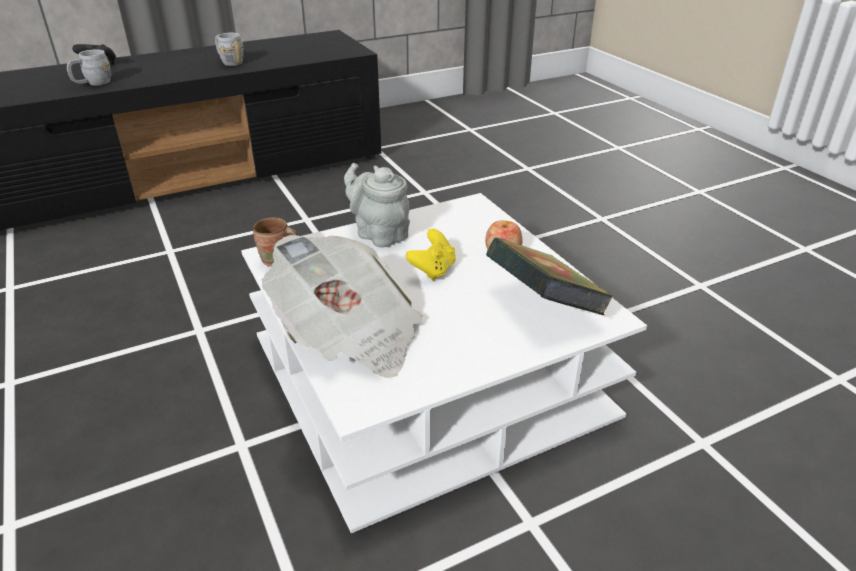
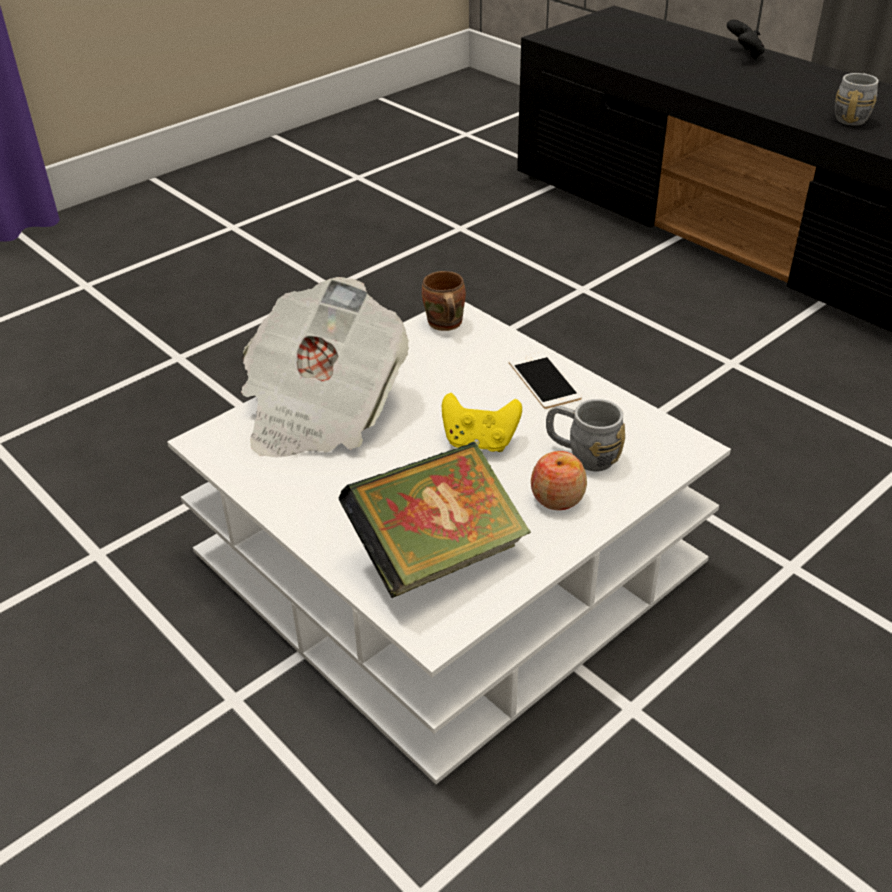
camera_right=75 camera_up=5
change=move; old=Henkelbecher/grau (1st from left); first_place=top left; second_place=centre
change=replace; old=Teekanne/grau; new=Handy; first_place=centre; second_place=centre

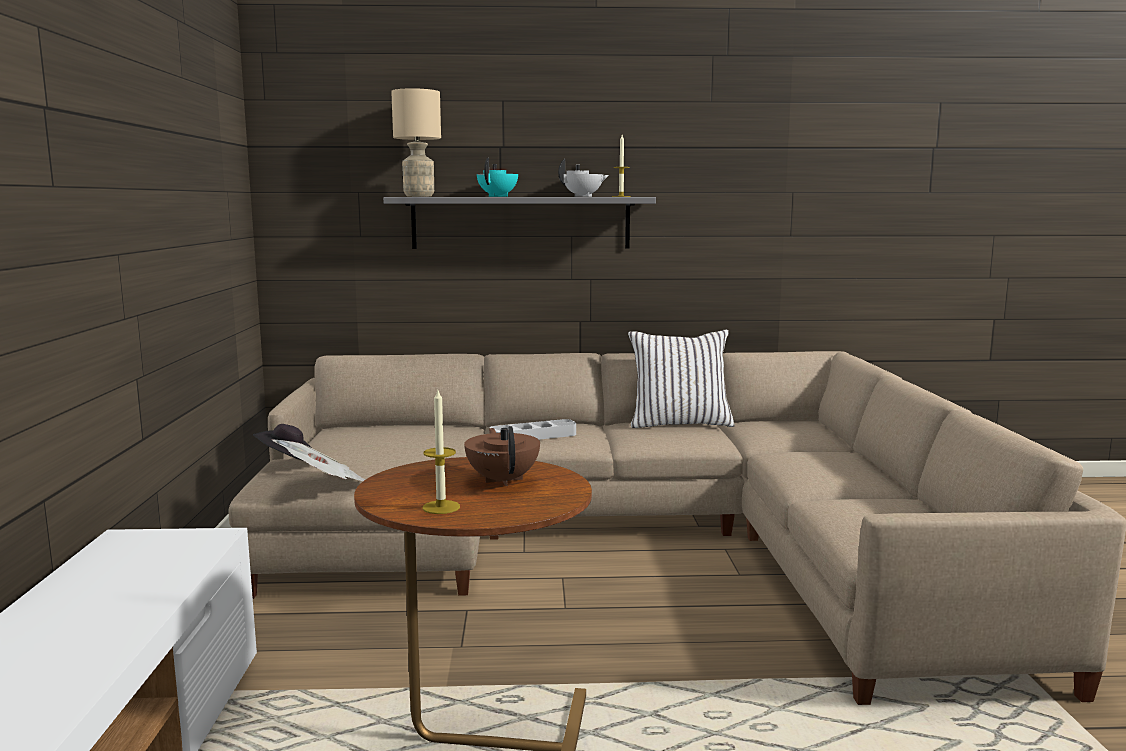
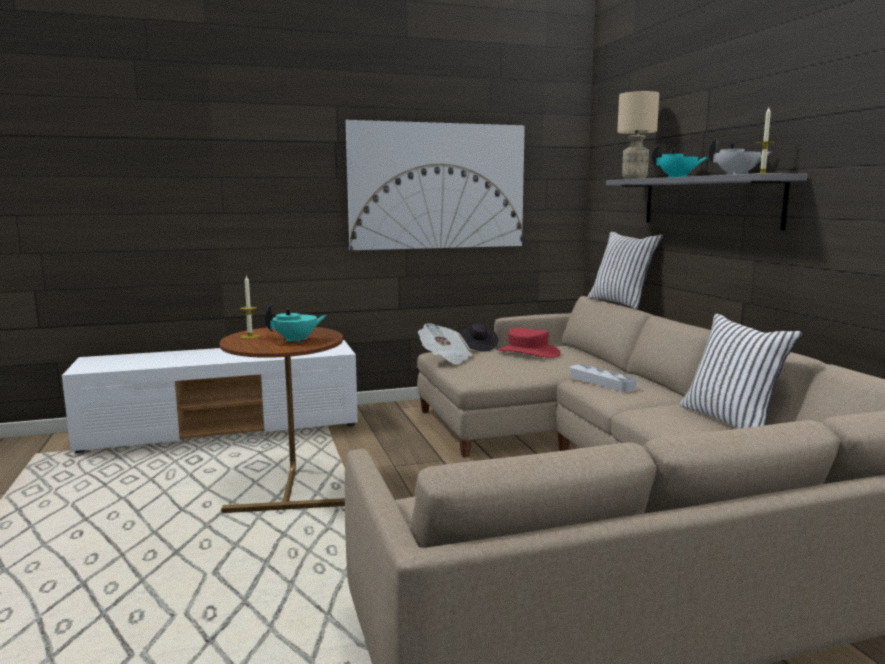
camera_right=75 camera_up=0
change=insert; new=Bild; second_place=top centre
change=insert; new=Hut/rot; second_place=centre
change=insert; new=Kissen/weiß (1st from left); second_place=middle right
change=recolor; old=Teekanne/braun; new=Teekanne/türkis (1st from left); first_place=centre; second_place=centre

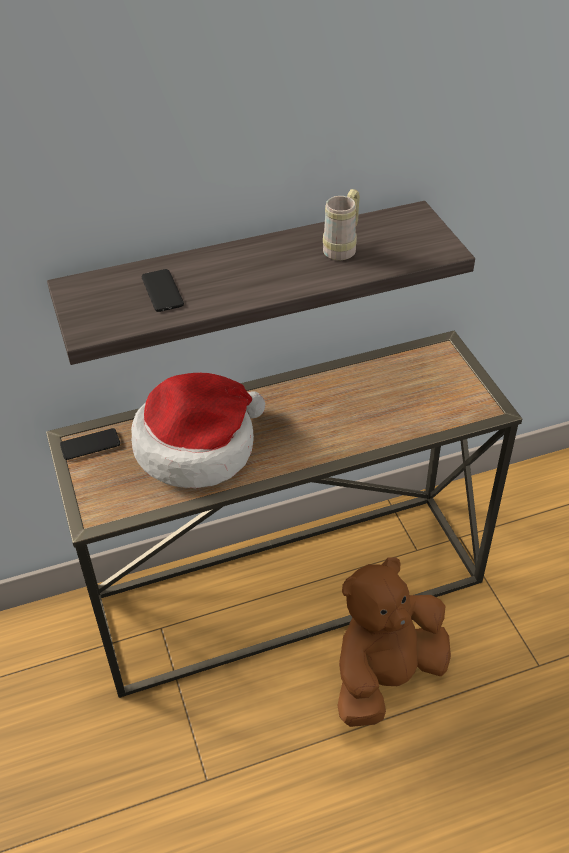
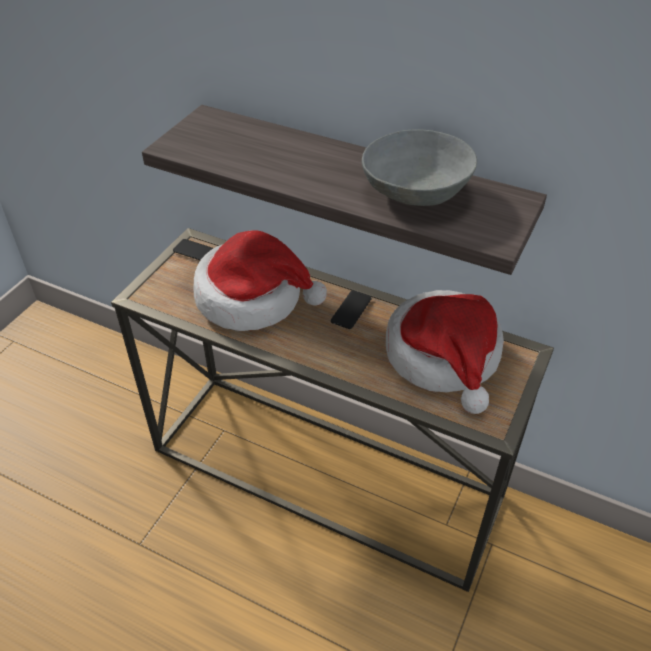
camera_right=45 camera_up=0
change=delete; old=Plüschtier/braun; first_place=bottom right
change=insert; new=Hut (2nd from left); second_place=middle right
change=move; old=Handy (2nd from left); first_place=middle left; second_place=centre
change=replace; old=Henkelbecher/beige; new=Schüssel/grau; first_place=top centre; second_place=top centre

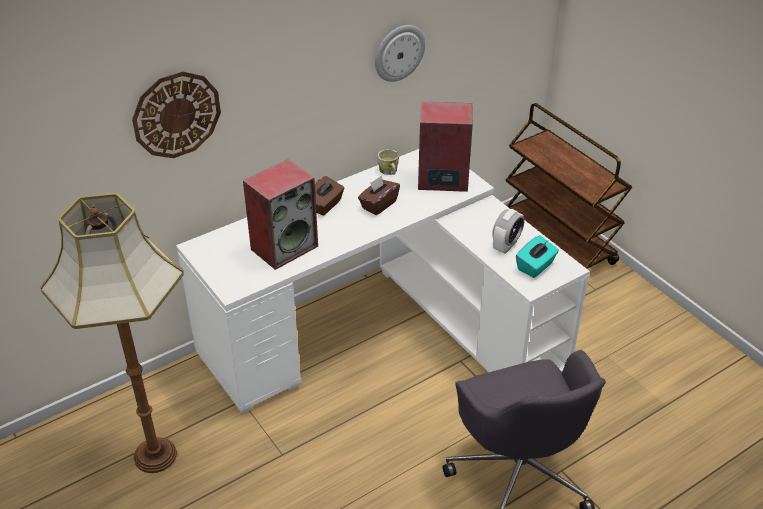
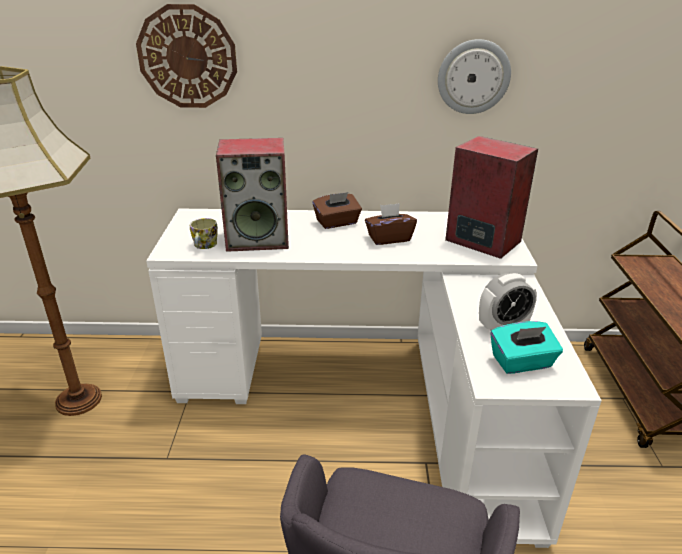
camera_right=35 camera_up=-10
change=move; old=Henkelbecher; first_place=top centre; second_place=middle left

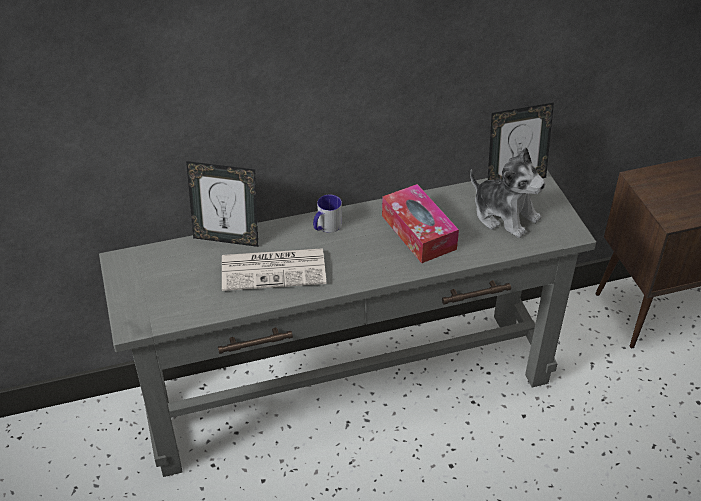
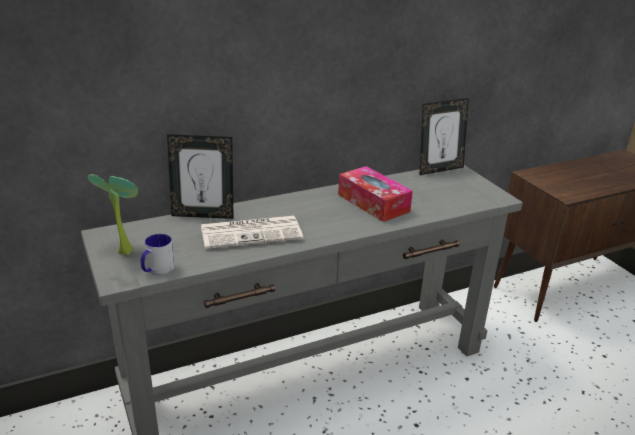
camera_right=-10 camera_up=-15
change=delete; old=Plüschtier; first_place=middle right
change=insert; new=Topfpflanze; second_place=middle left
change=move; old=Henkelbecher; first_place=centre; second_place=middle left

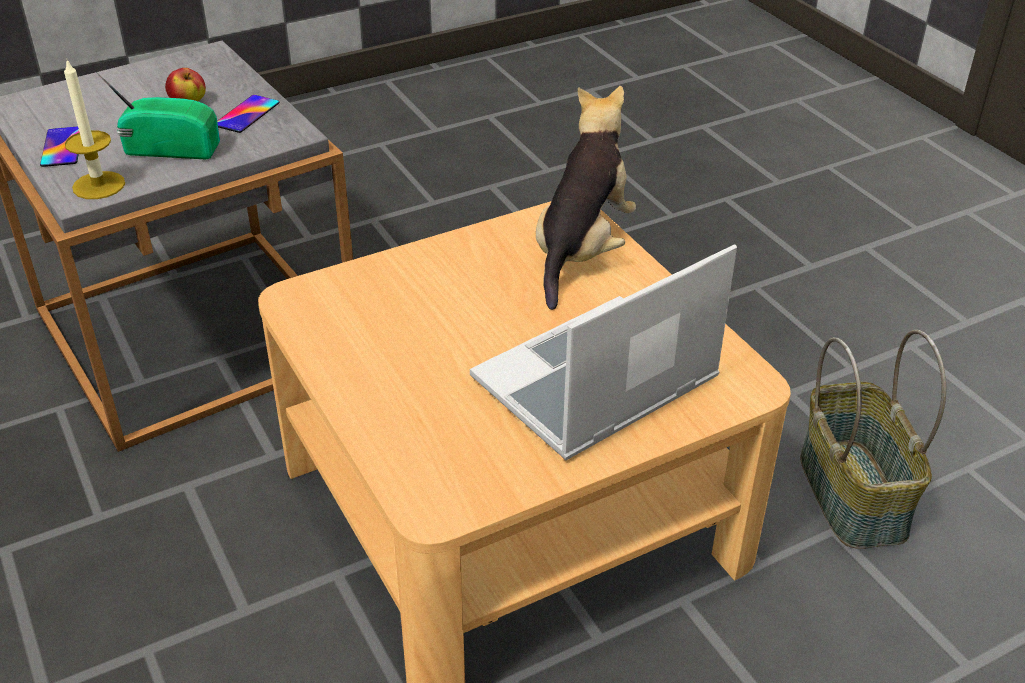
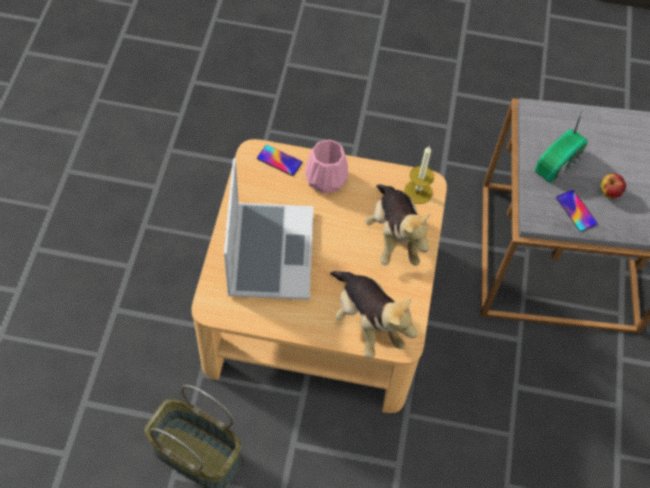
camera_right=125 camera_up=20
change=insert; new=Vase/rosa; second_place=centre
change=insert; new=Plüschtier (2nd from left); second_place=centre
change=move; old=Handy (1st from left); first_place=top left; second_place=top centre
change=move; old=Kerze; first_place=top left; second_place=centre

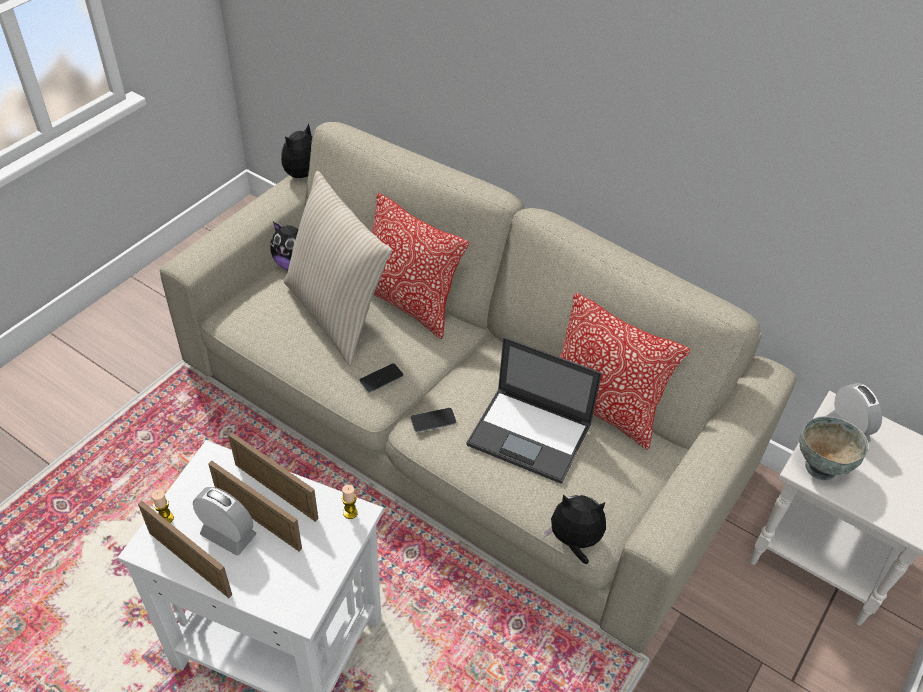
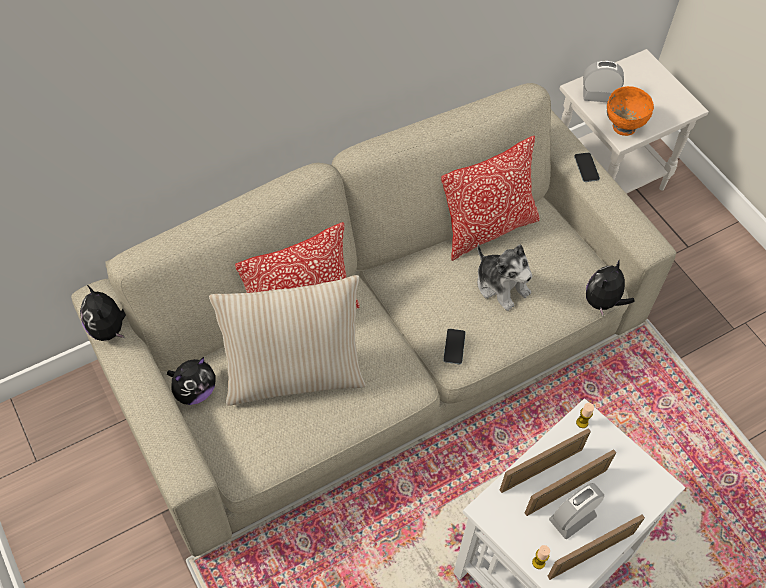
camera_right=-65 camera_up=10
change=move; old=Handy (1st from left in the first image); new=Handy (2nd from left); first_place=centre; second_place=top right
change=replace; old=Laptop; new=Plüschtier (3rd from left); first_place=centre; second_place=centre
change=recolor; old=Schüssel/grau; new=Schüssel/orange; first_place=middle right; second_place=top right

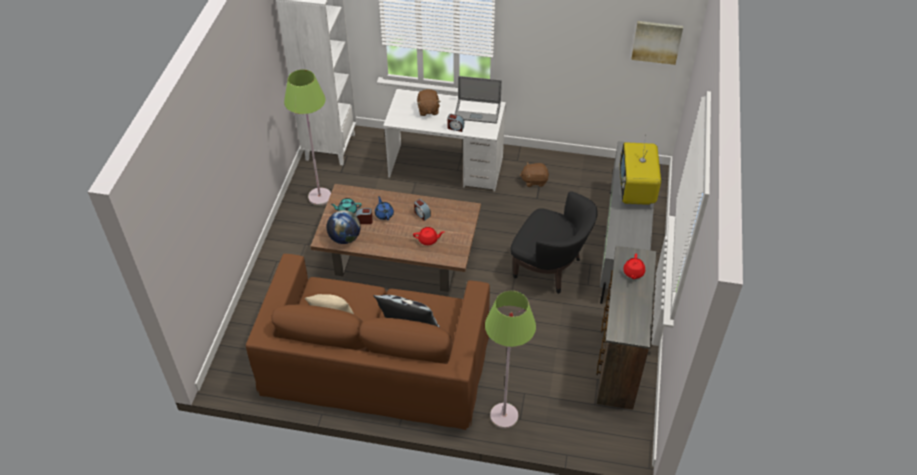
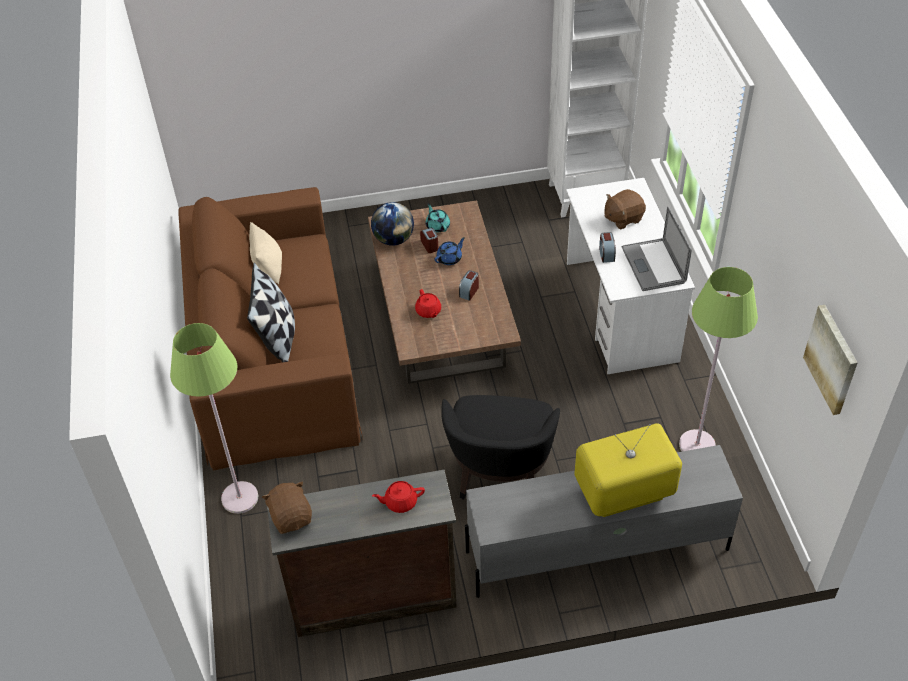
camera_right=70 camera_up=0
change=move; old=Stehlampe/grün (1st from left in the first image); new=Stehlampe/grün (2nd from left); first_place=top centre; second_place=middle right
change=move; old=Plüschtier/braun (2nd from left in the first image); new=Plüschtier/braun (1st from left); first_place=centre; second_place=bottom left

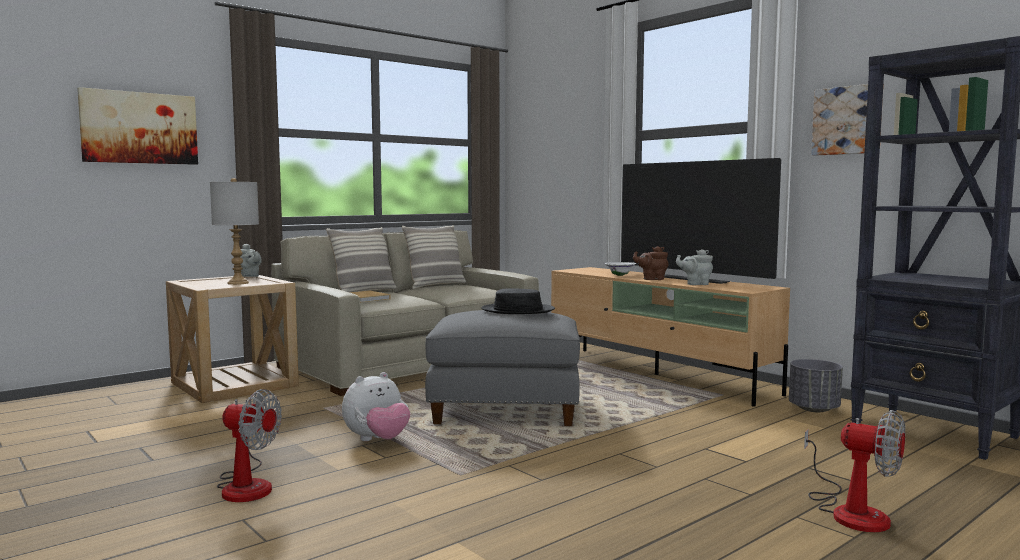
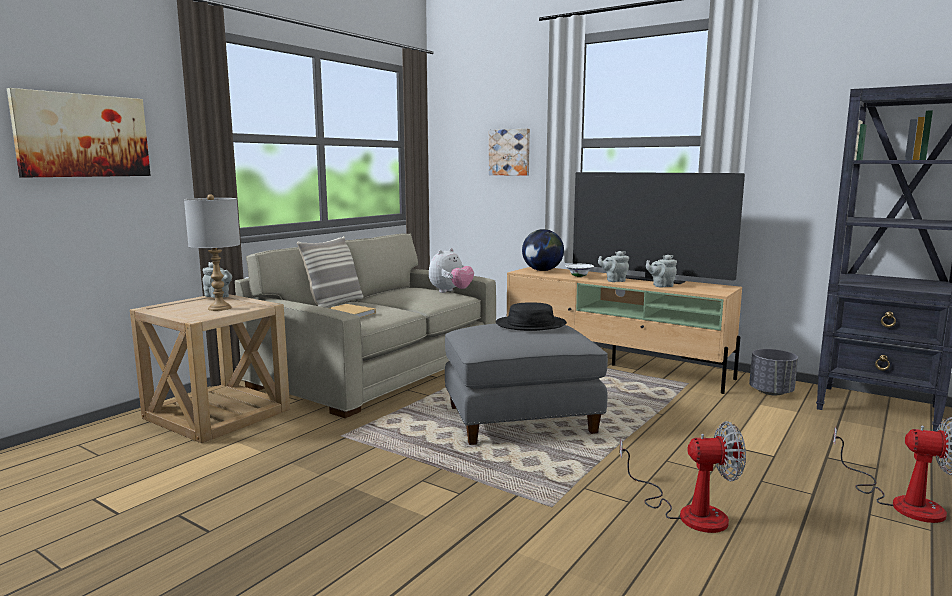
camera_right=-15 camera_up=5
change=delete; old=Kissen (2nd from left); first_place=centre
change=insert; new=Globus; second_place=centre
change=move; old=Ventilator (1st from left); first_place=bottom left; second_place=bottom right
change=move; old=Plüschtier; first_place=bottom centre; second_place=centre
change=move; old=Bild (2nd from left); first_place=top right; second_place=top centre
change=recolor; old=Teekanne/braun; new=Teekanne/grau (2nd from left); first_place=centre; second_place=centre

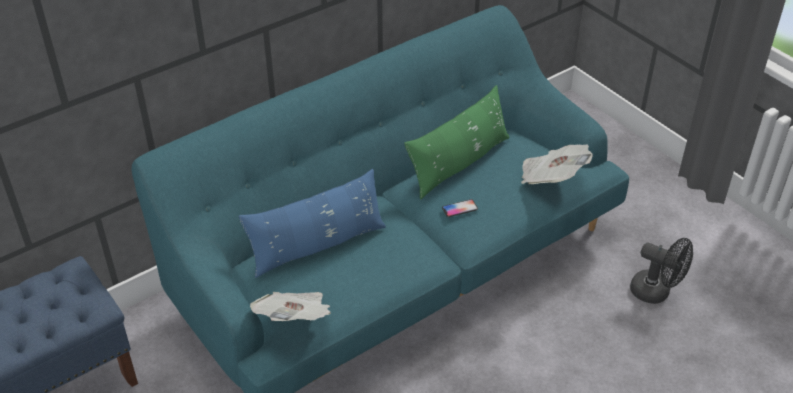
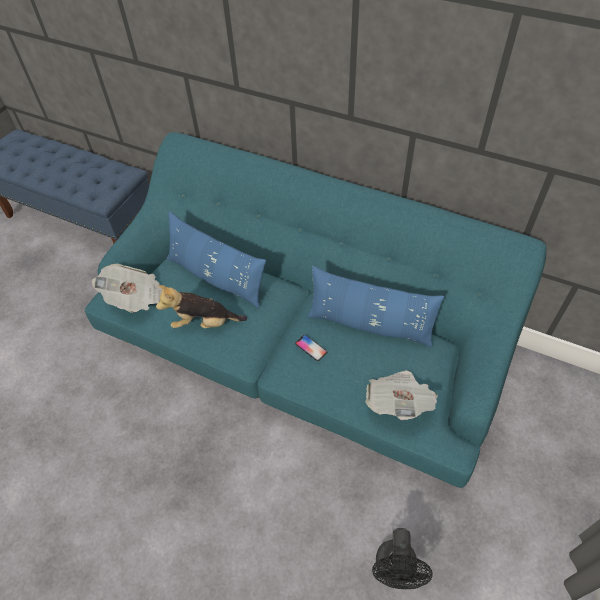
camera_right=65 camera_up=10
change=insert; new=Plüschtier; second_place=centre
change=recolor; old=Kissen/grün; new=Kissen/blau (2nd from left); first_place=centre; second_place=centre

